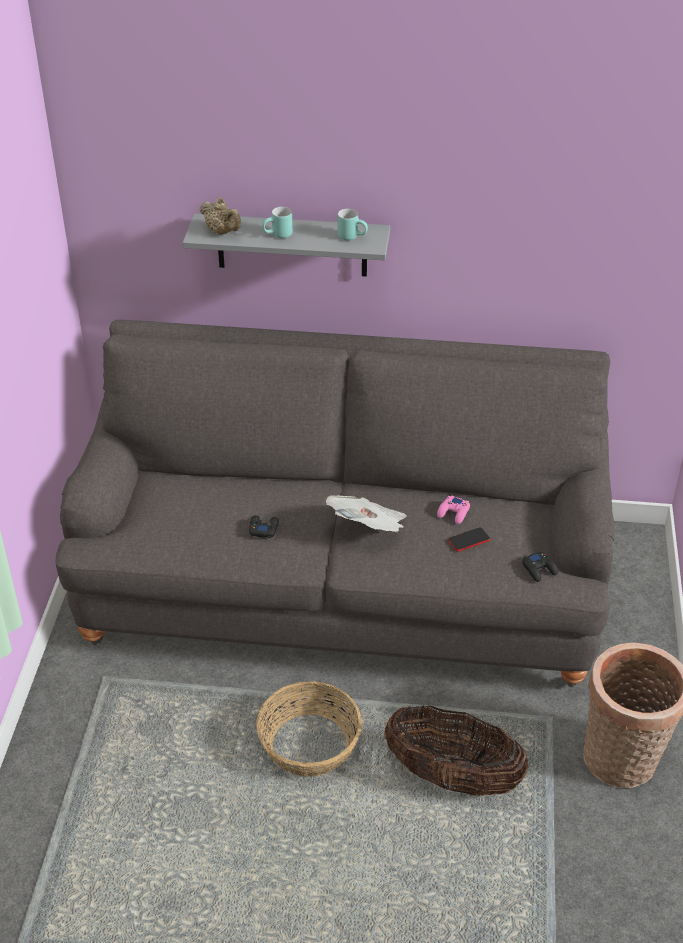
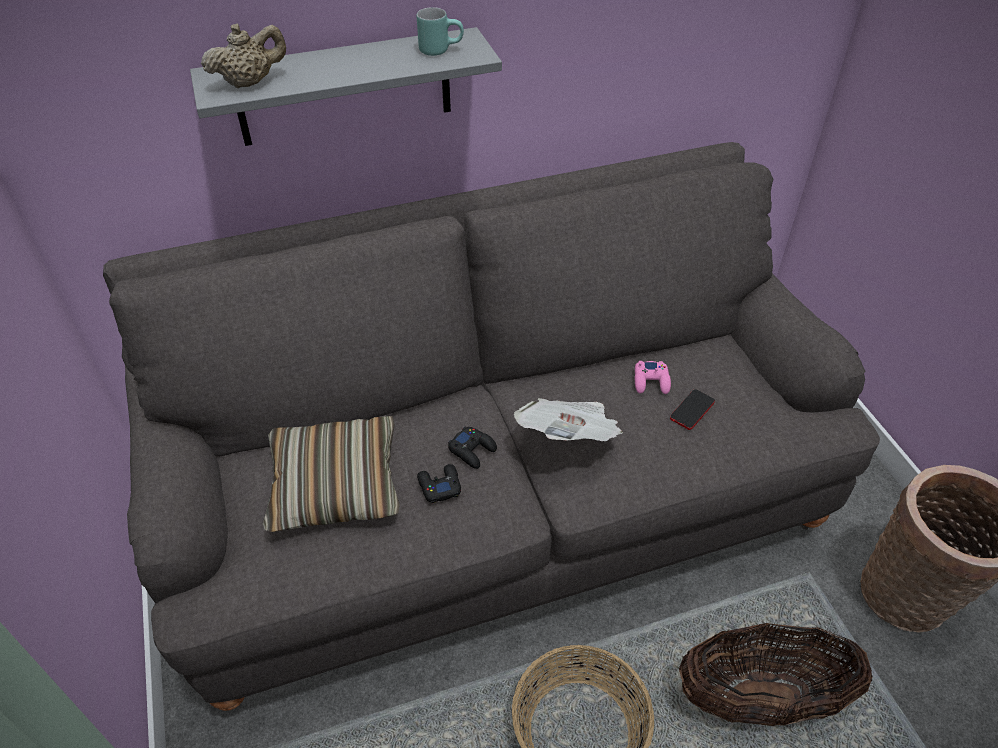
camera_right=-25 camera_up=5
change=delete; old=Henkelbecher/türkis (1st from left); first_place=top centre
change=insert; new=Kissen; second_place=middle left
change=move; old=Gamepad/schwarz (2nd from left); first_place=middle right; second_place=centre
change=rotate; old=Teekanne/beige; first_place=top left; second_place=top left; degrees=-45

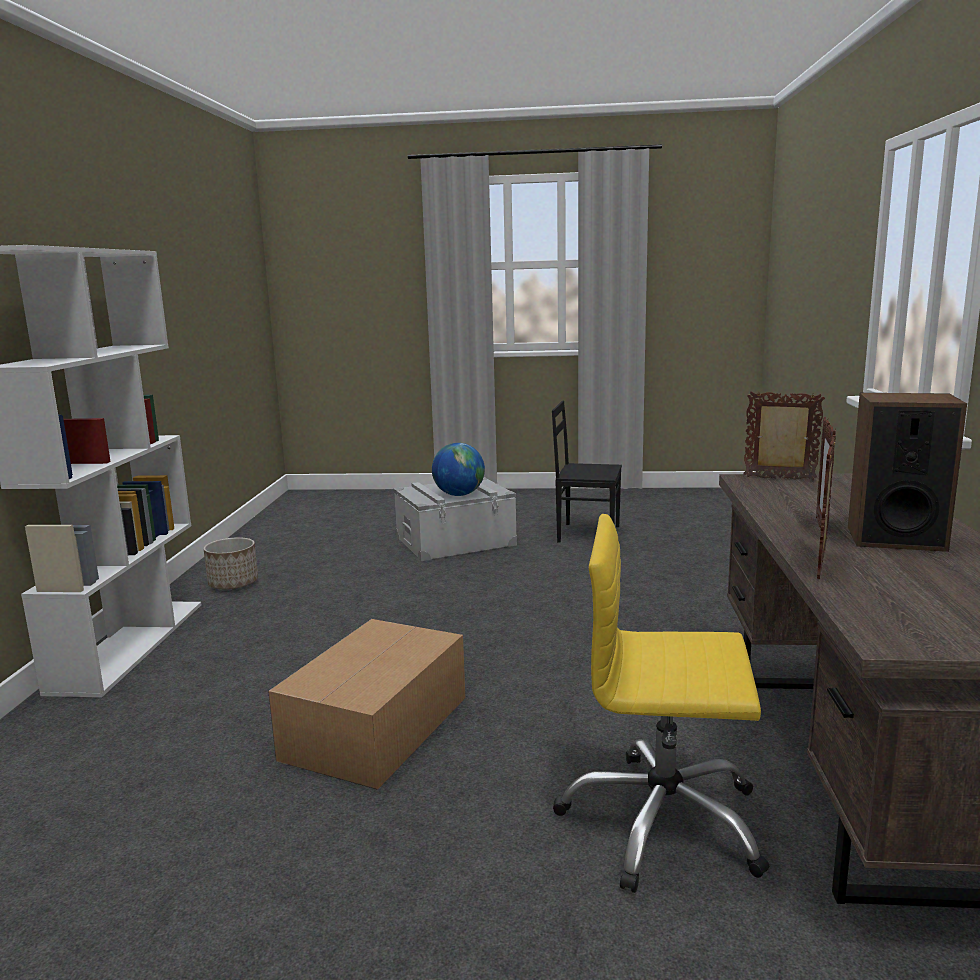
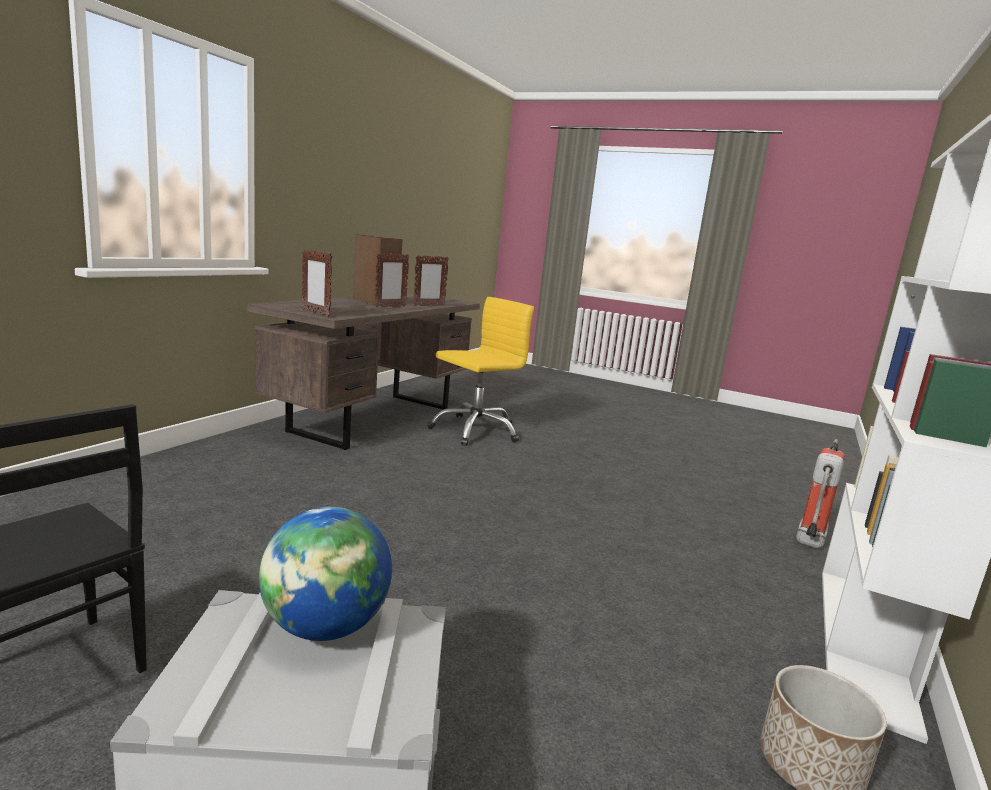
camera_right=-160 camera_up=0
change=delete; old=Karton; first_place=bottom centre
change=insert; new=Feuerlöscher; second_place=middle right
change=rotate; old=Bürostuhl/gelb; first_place=bottom right; second_place=centre; degrees=-75

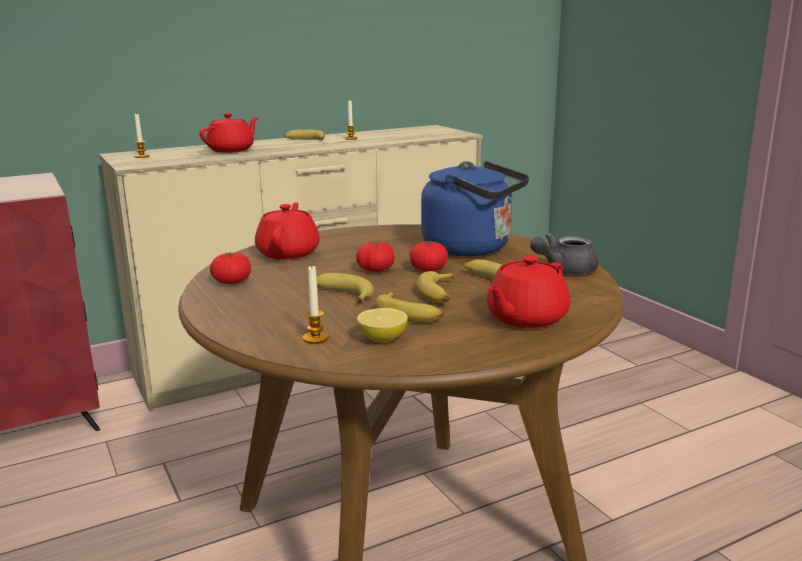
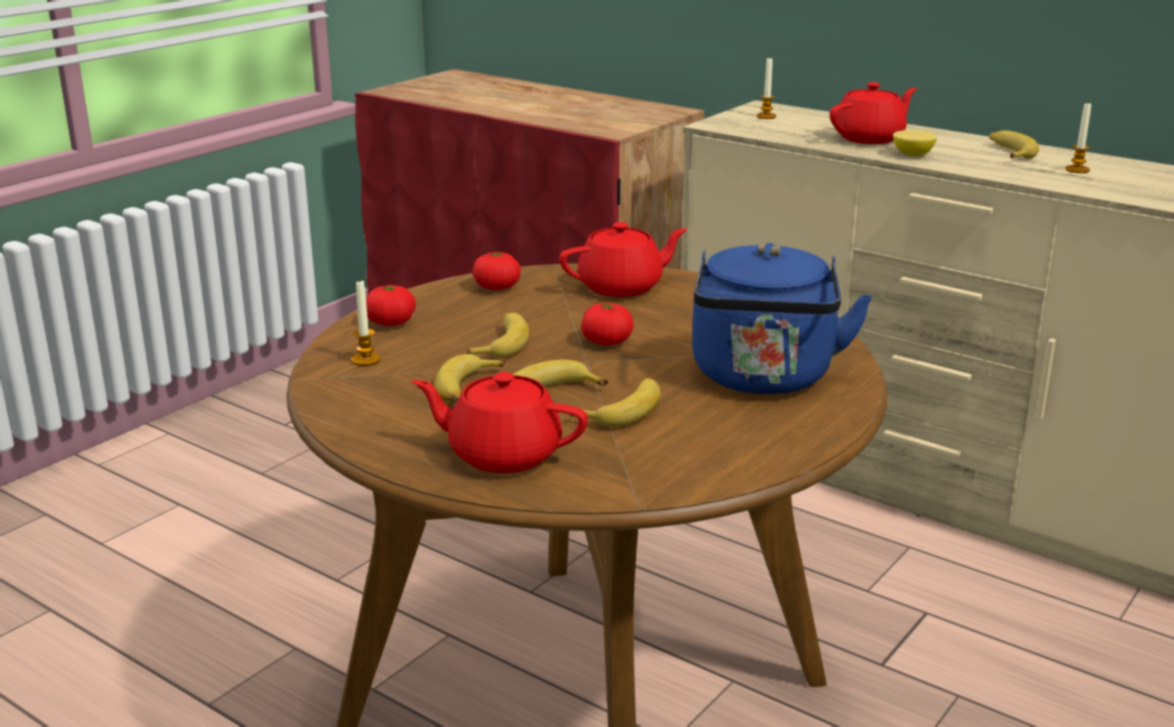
camera_right=65 camera_up=5
change=delete; old=Teekanne/grau; first_place=middle right
change=move; old=Zitrone; first_place=centre; second_place=top right
change=move; old=Tomate (3rd from left in the first image); new=Tomate (1st from left); first_place=centre; second_place=middle left
change=rotate; old=Teekanne/rot (1st from left in the first image); first_place=top left; second_place=top right; degrees=-45

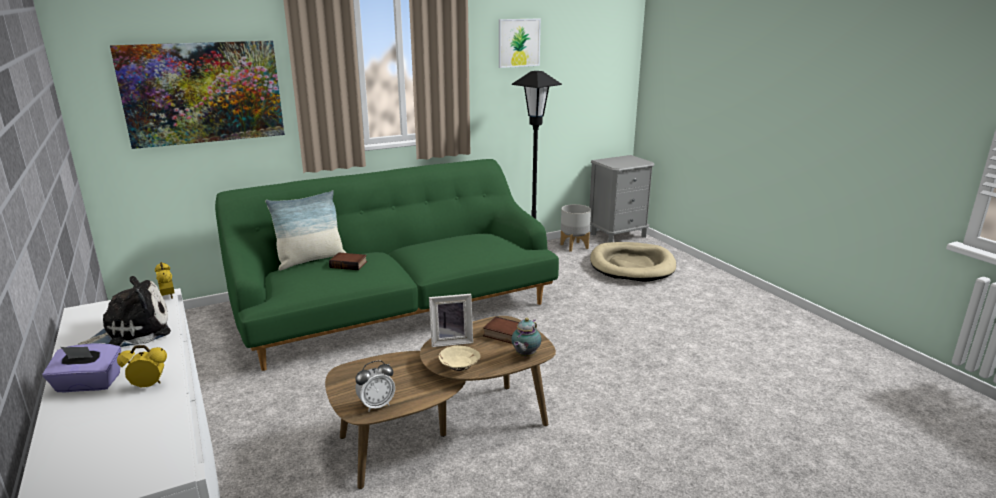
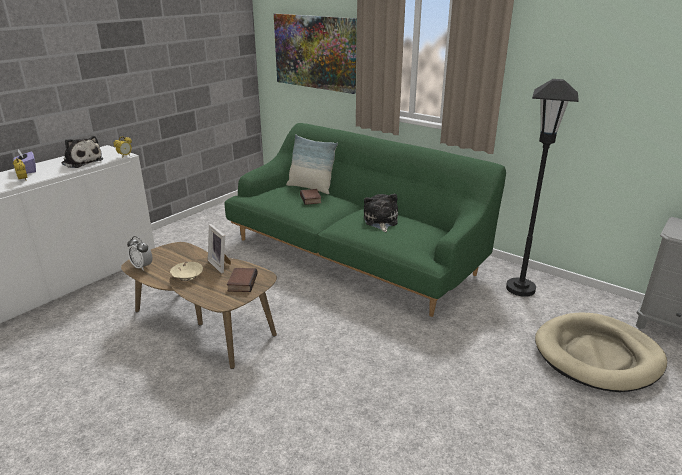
camera_right=65 camera_up=5
change=delete; old=Bild (2nd from left); first_place=top centre
change=delete; old=Teekanne; first_place=bottom centre
change=delete; old=Pflanzkübel/grau; first_place=centre
change=insert; new=Plüschtier (2nd from left); second_place=centre

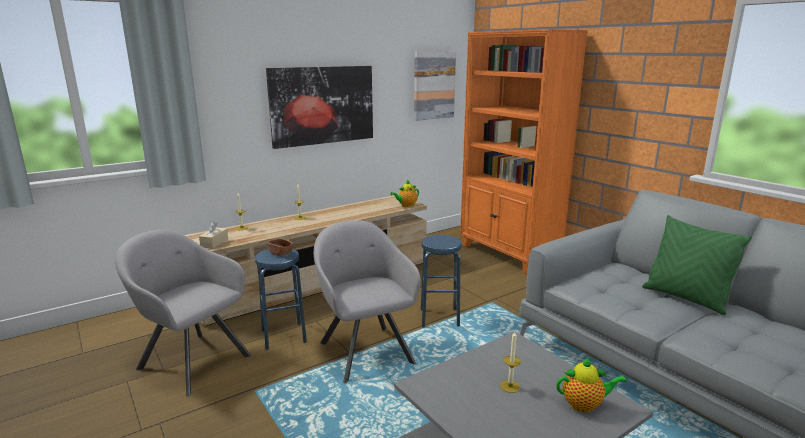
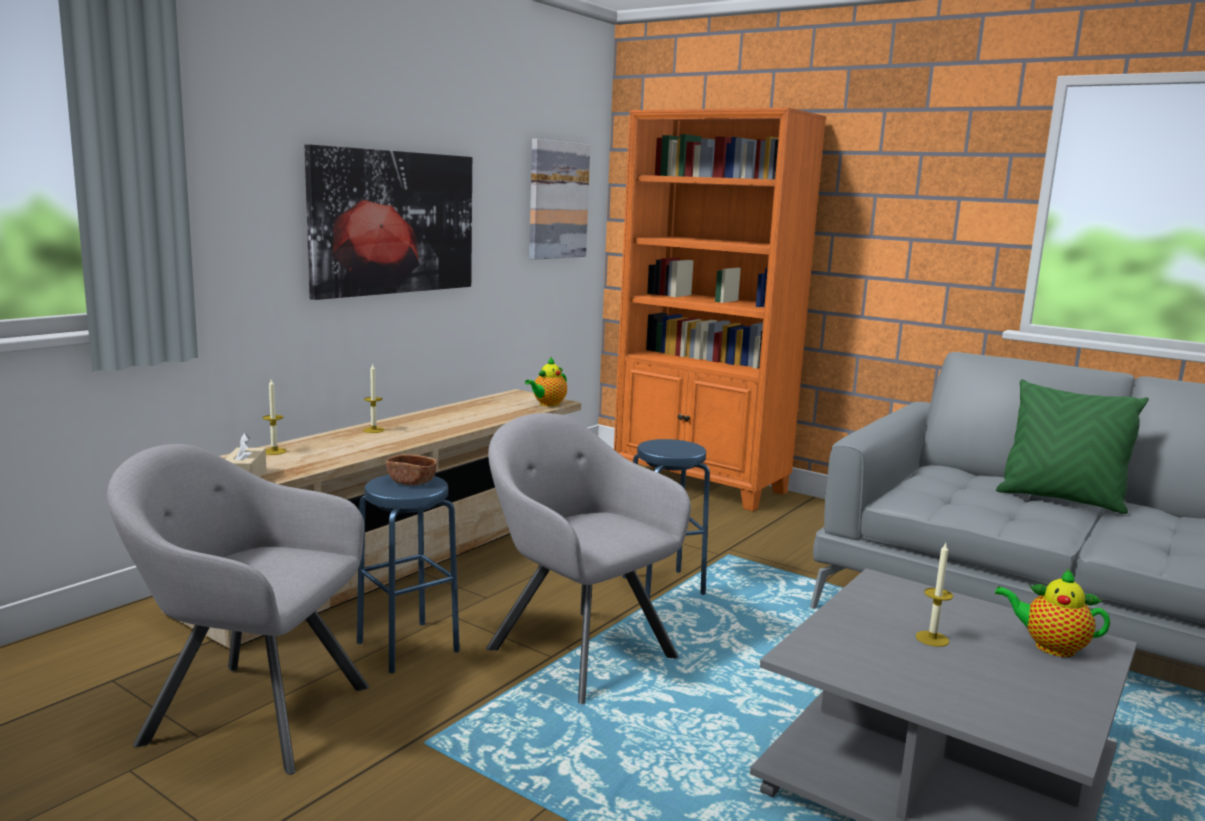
camera_right=-20 camera_up=-5
change=rotate; old=Teekanne (2nd from left); first_place=bottom right; second_place=bottom right; degrees=-135

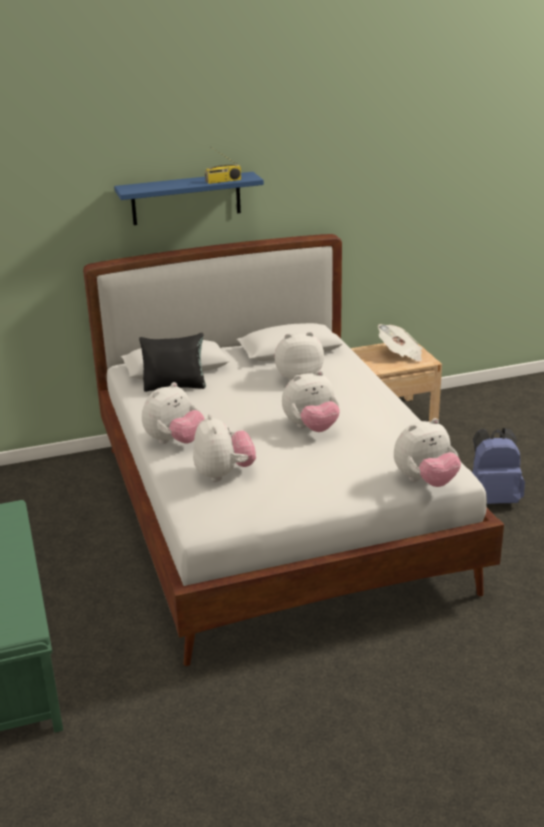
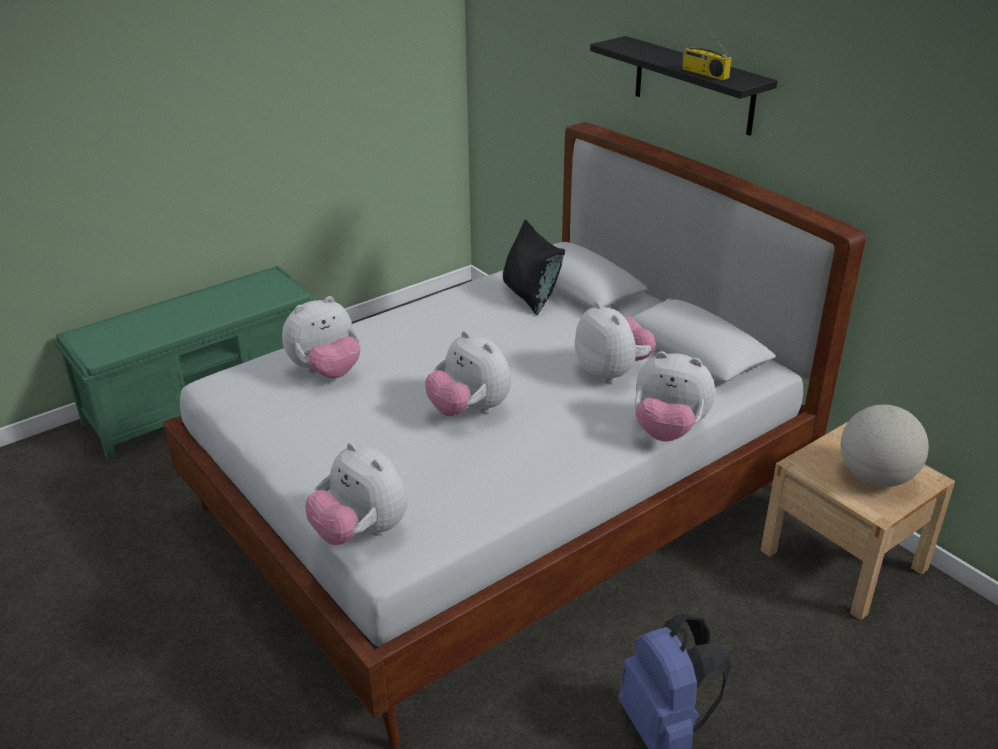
camera_right=70 camera_up=5
change=move; old=Plüschtier (1st from left in the first image); new=Plüschtier (5th from left); first_place=middle left; second_place=middle right
change=replace; old=Zeitung; new=Globus; first_place=middle right; second_place=middle right
change=recolor; old=Wandregal/blau; new=Wandregal/schwarz; first_place=top centre; second_place=top right

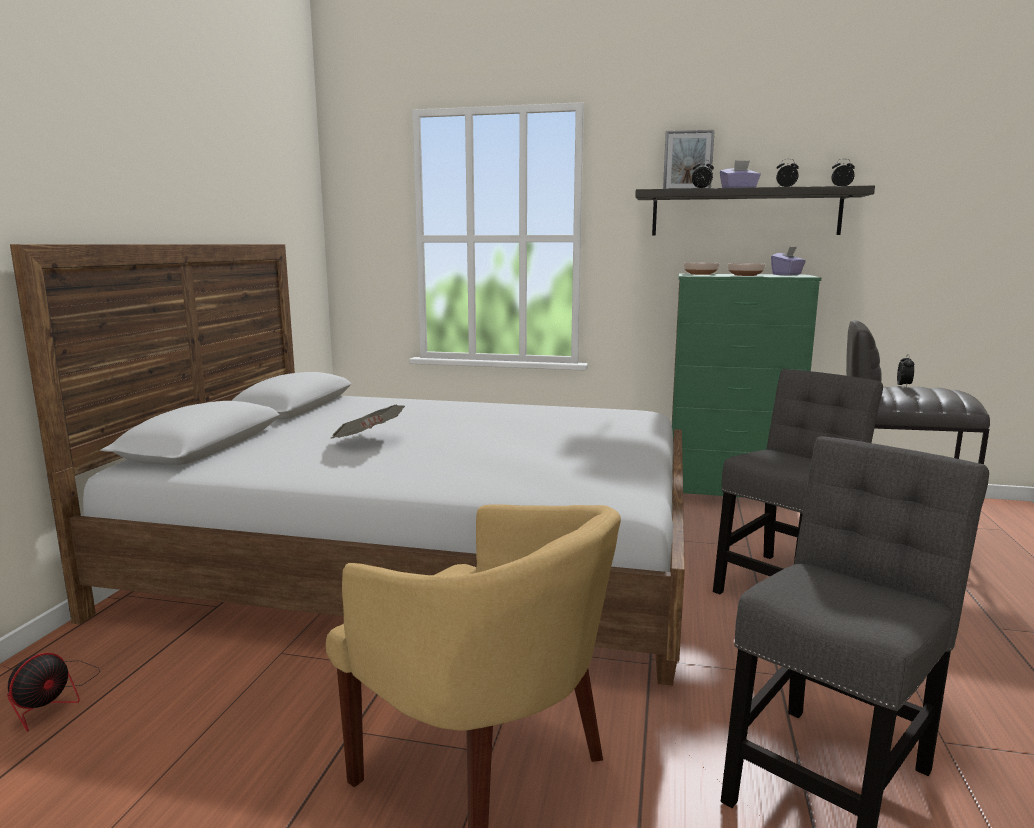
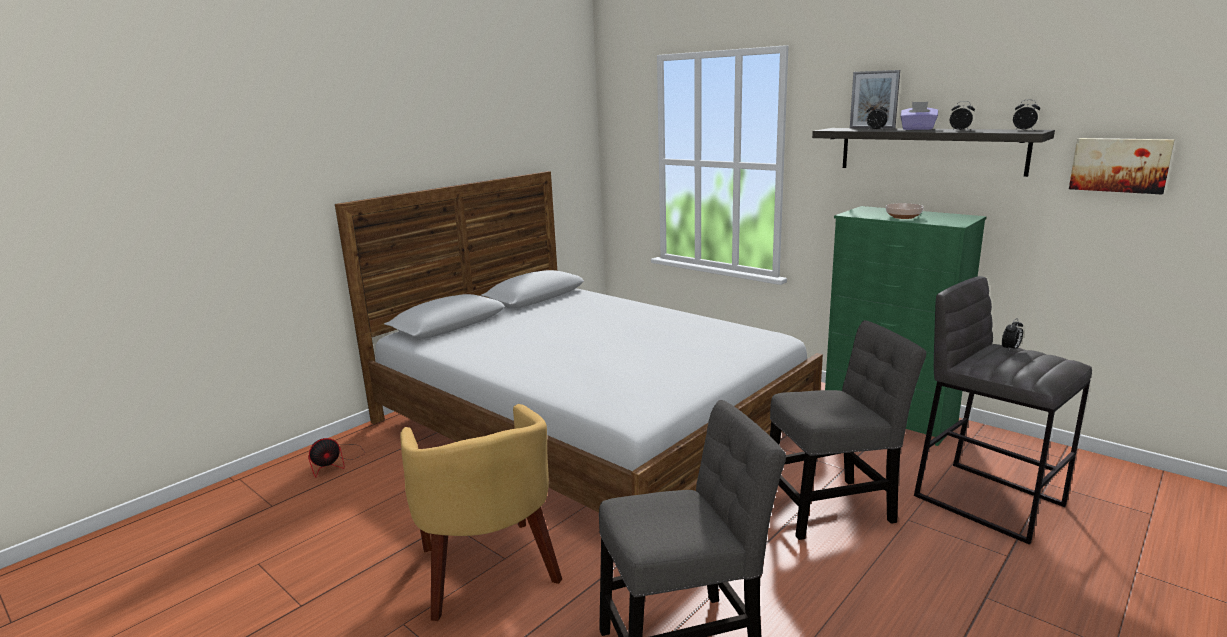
camera_right=30 camera_up=5
change=delete; old=Zeitung; first_place=centre
change=delete; old=Schüssel (1st from left); first_place=top right
change=delete; old=Taschentuchbox/lila (2nd from left); first_place=top right
change=insert; new=Bild; second_place=top right

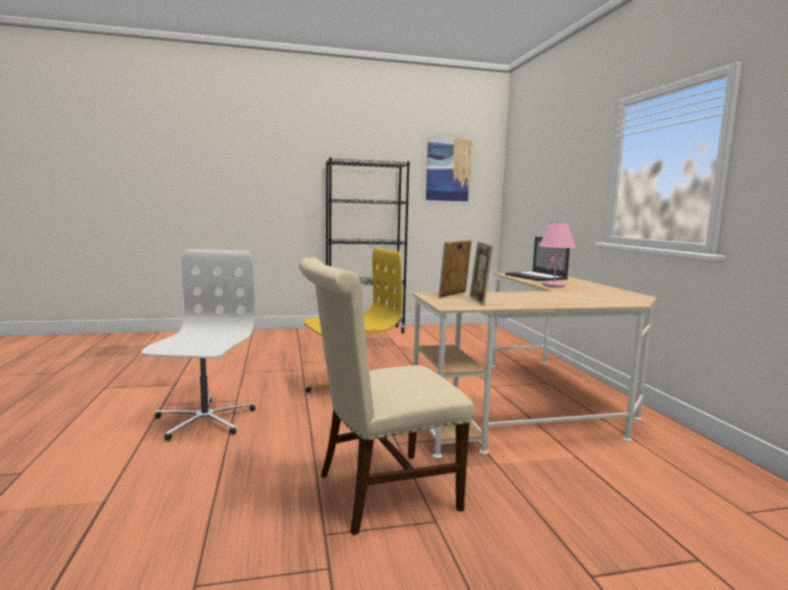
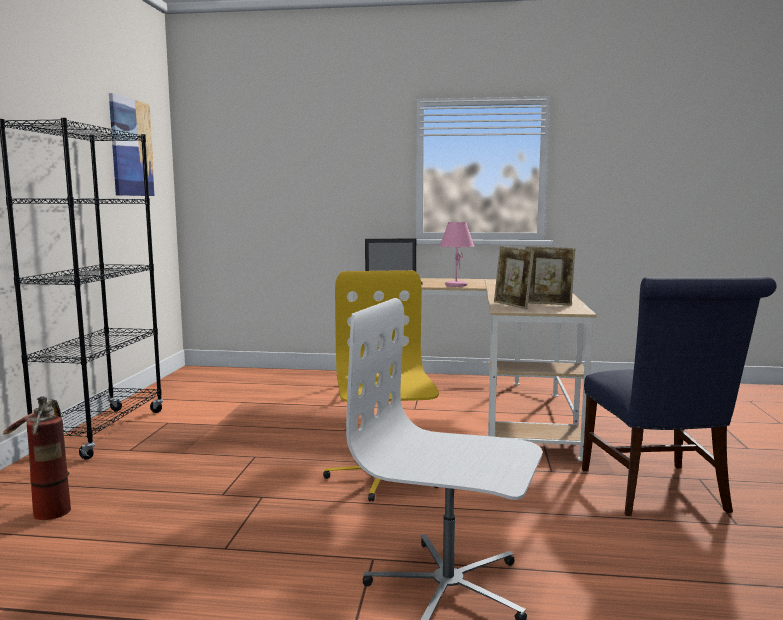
camera_right=-70 camera_up=0
change=insert; new=Feuerlöscher; second_place=bottom left
change=recolor; old=Stuhl/beige; new=Stuhl/blau; first_place=bottom centre; second_place=middle right

